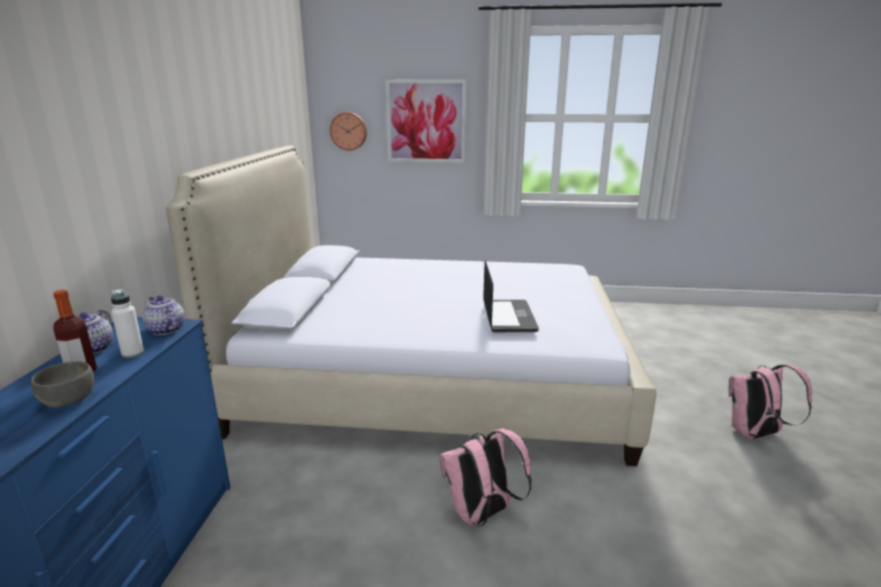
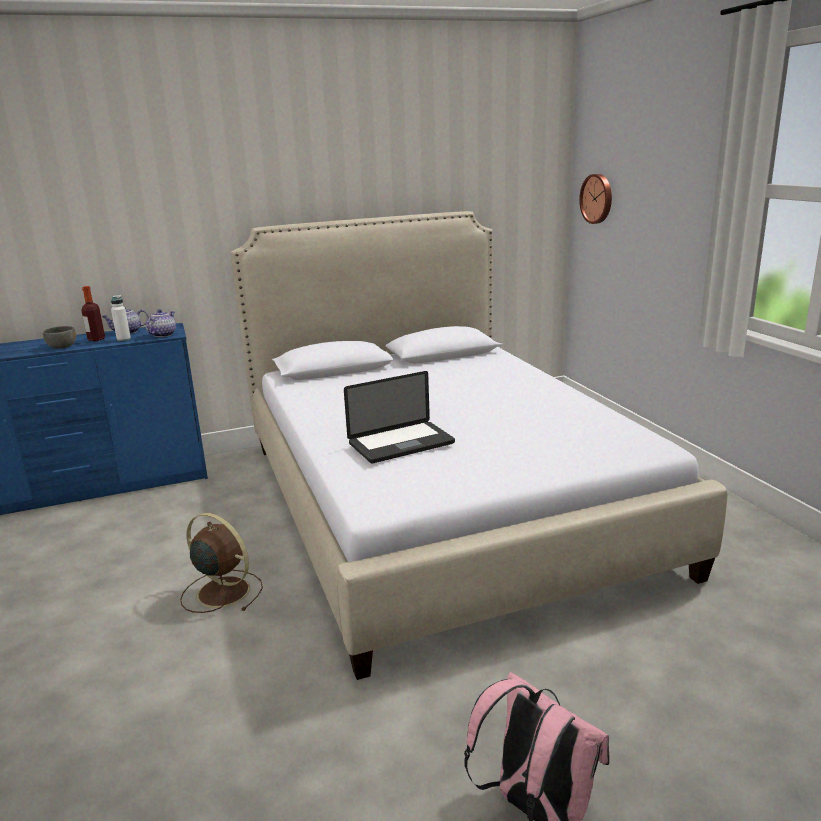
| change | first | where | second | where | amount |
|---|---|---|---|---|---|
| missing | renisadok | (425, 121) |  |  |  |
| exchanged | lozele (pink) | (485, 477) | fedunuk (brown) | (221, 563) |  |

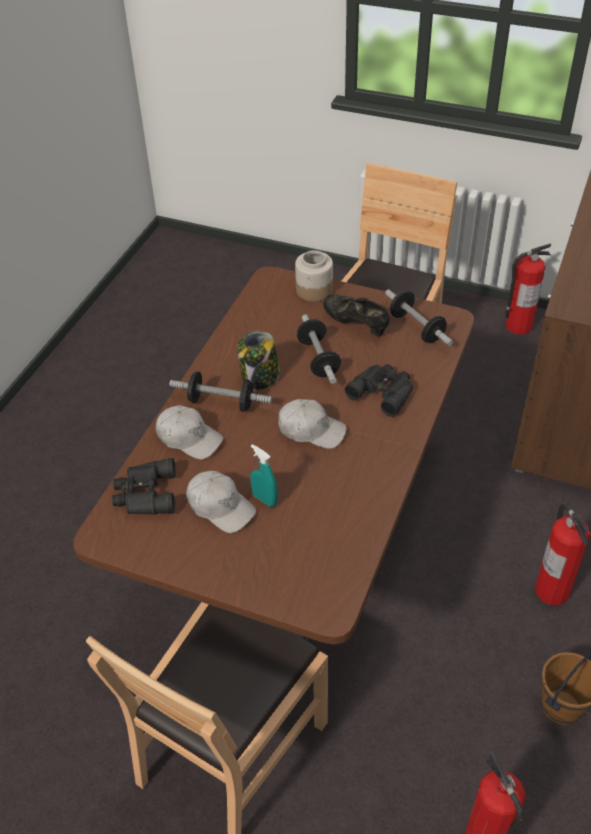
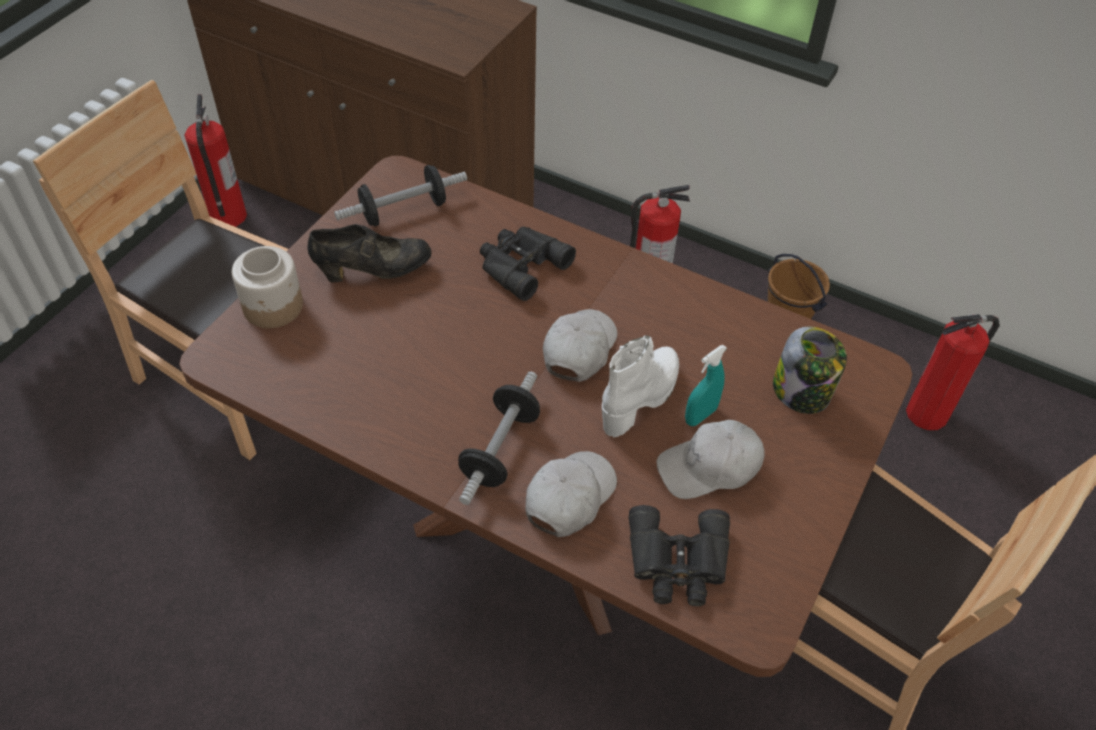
| change | first | where | second | where | amount |
|---|---|---|---|---|---|
| spun | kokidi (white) | (221, 502) |  | (711, 459) | 150 degrees counterclockwise |
| relocated | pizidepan | (258, 360) |  | (810, 370) |  |
| missing | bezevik | (319, 349) |  |  |  |
| spun | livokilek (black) | (356, 315) |  | (370, 253) | 150 degrees counterclockwise |
| appeared |  |  | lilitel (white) | (640, 386) |  |

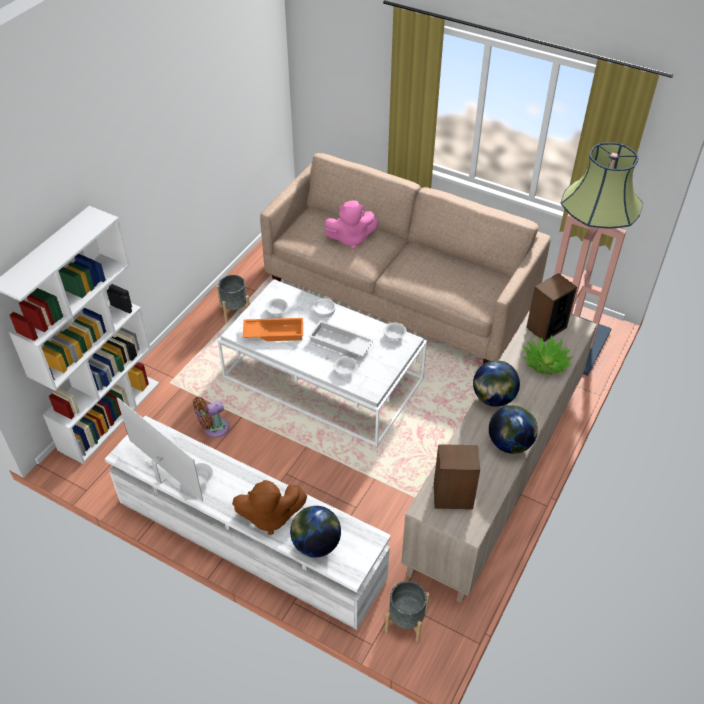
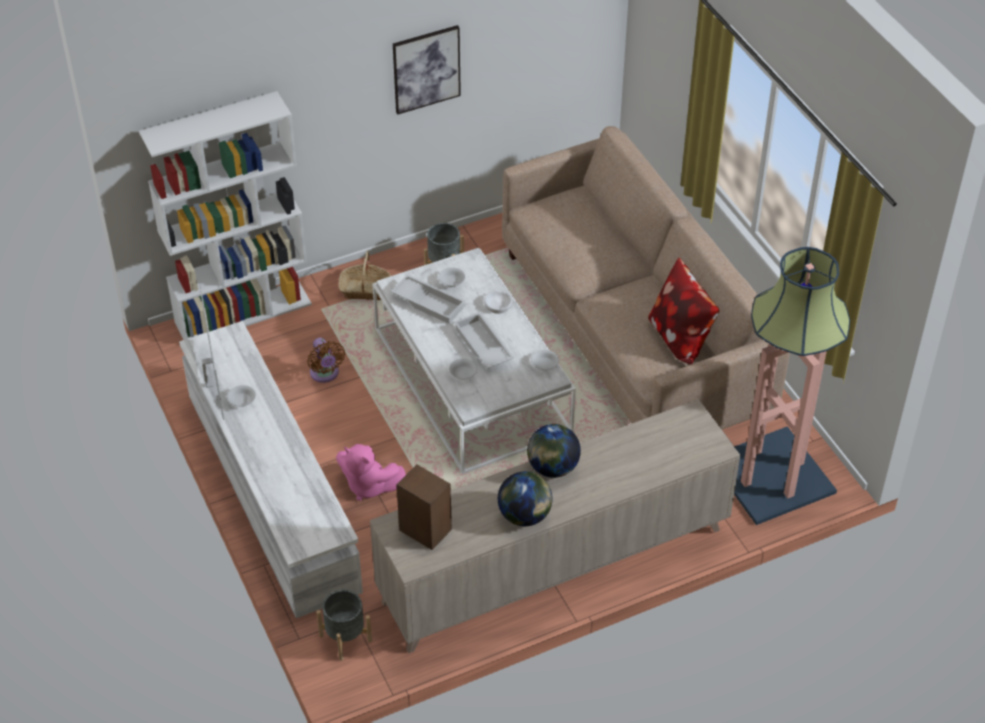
| change | first | where | second | where | amount |
|---|---|---|---|---|---|
| spun | fedunuk (brown) | (211, 417) |  | (326, 360) | 120 degrees counterclockwise |
| missing | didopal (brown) | (269, 507) |  |  |  |
| colour | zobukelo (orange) | (273, 329) | zobukelo (white) | (428, 299) |  |
| missing | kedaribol | (315, 531) |  |  |  |
| relocated | didopal (pink) | (351, 225) |  | (371, 472) |  |
| missing | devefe | (547, 355) |  |  |  |
| missing | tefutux | (551, 307) |  |  |  |
| appeared |  |  | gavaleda | (365, 275) |  |
| appeared |  |  | renisadok | (427, 70) |  |
| appeared |  |  | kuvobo | (684, 311) |  |

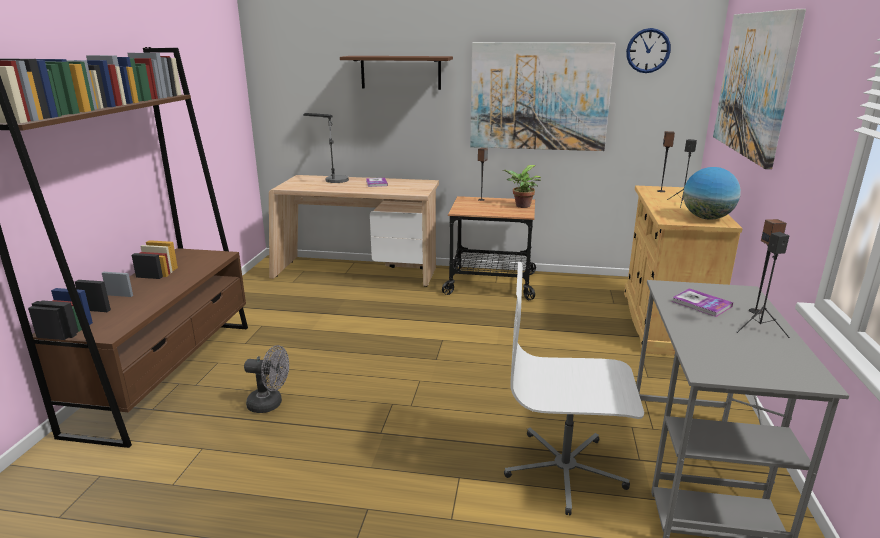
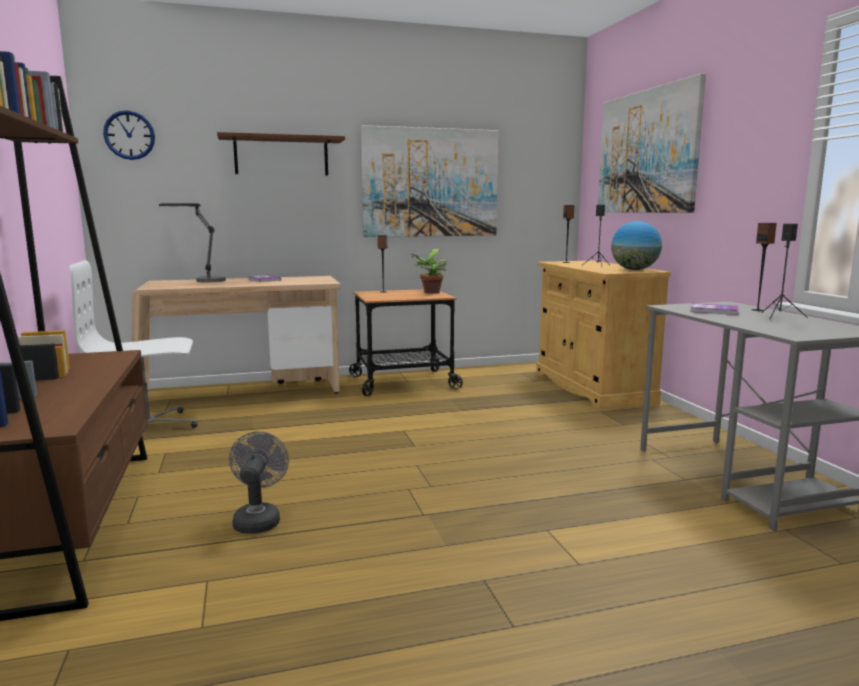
| change | first | where | second | where | amount |
|---|---|---|---|---|---|
| spun | fedunuk (grey) | (266, 379) |  | (259, 482) | 75 degrees counterclockwise |
| relocated | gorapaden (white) | (574, 388) |  | (133, 348) |  |
| relocated | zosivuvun | (648, 50) |  | (129, 135) |  |

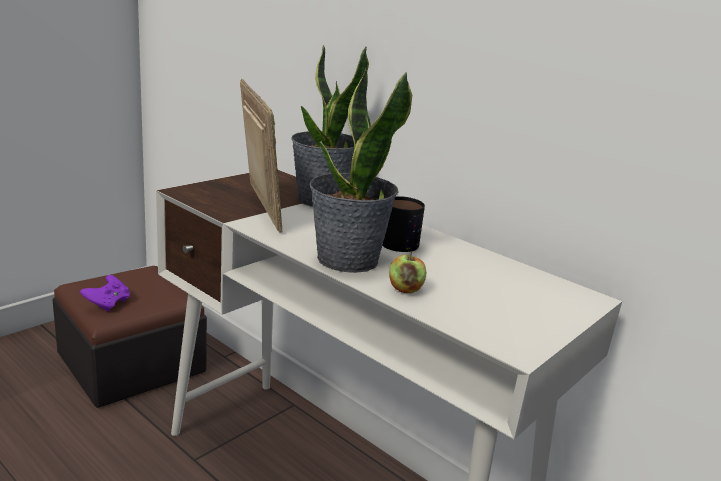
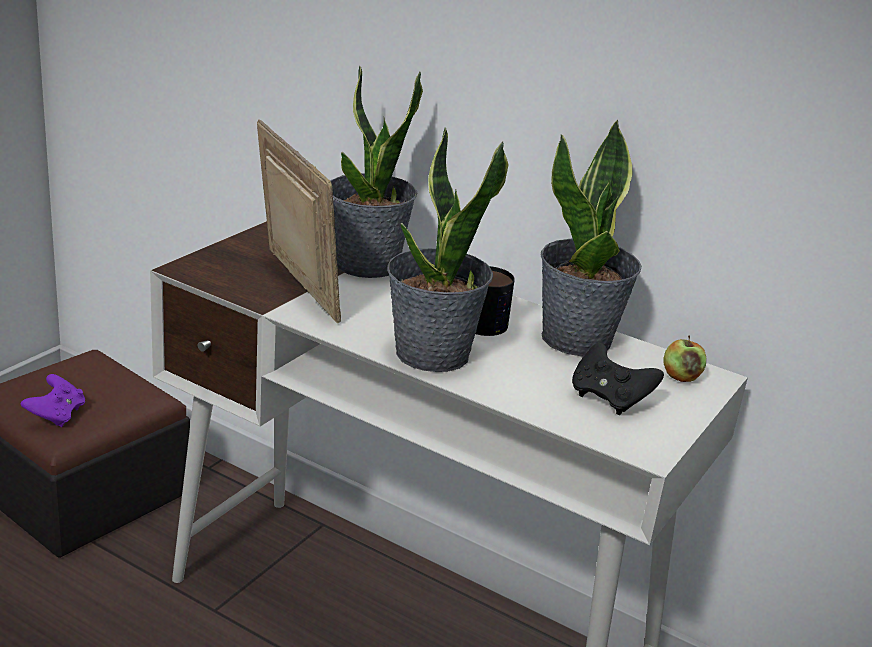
| change | first | where | second | where | amount |
|---|---|---|---|---|---|
| relocated | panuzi | (407, 272) |  | (685, 359) |  |
| appeared |  |  | devefe | (591, 237) |  |
| appeared |  |  | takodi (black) | (618, 379) |  |

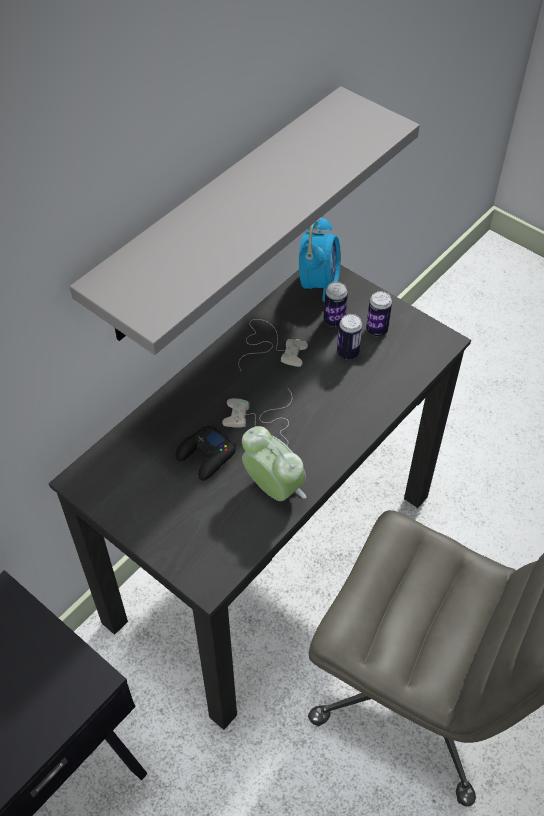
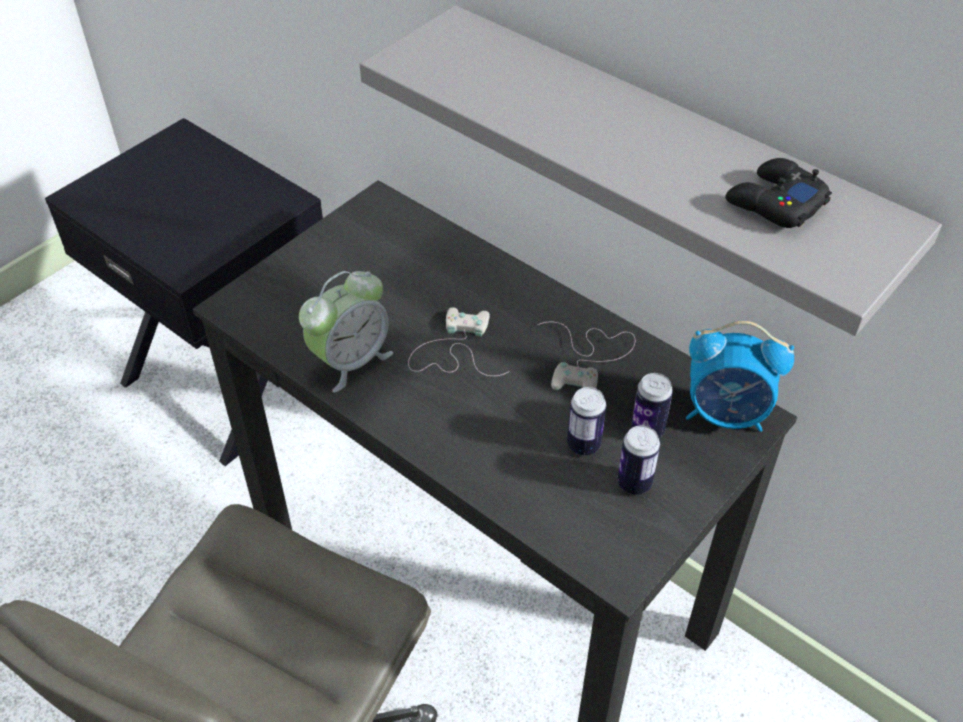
| change | first | where | second | where | amount |
|---|---|---|---|---|---|
| relocated | takodi (black) | (206, 453) |  | (778, 193) |  |

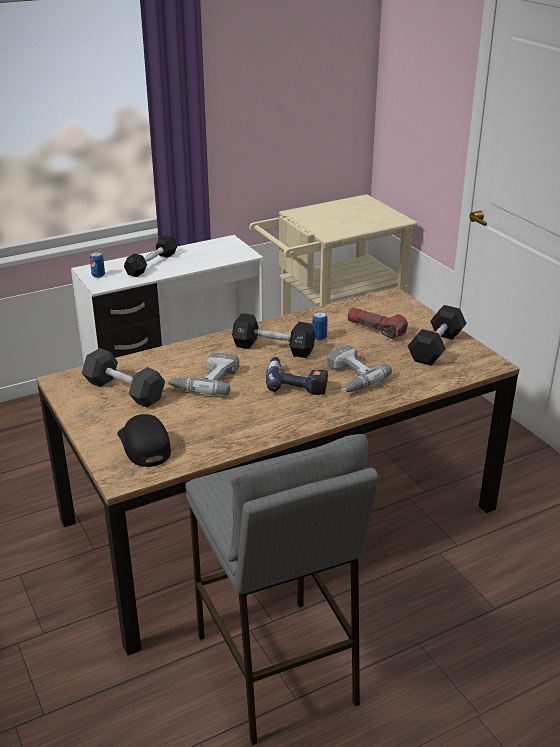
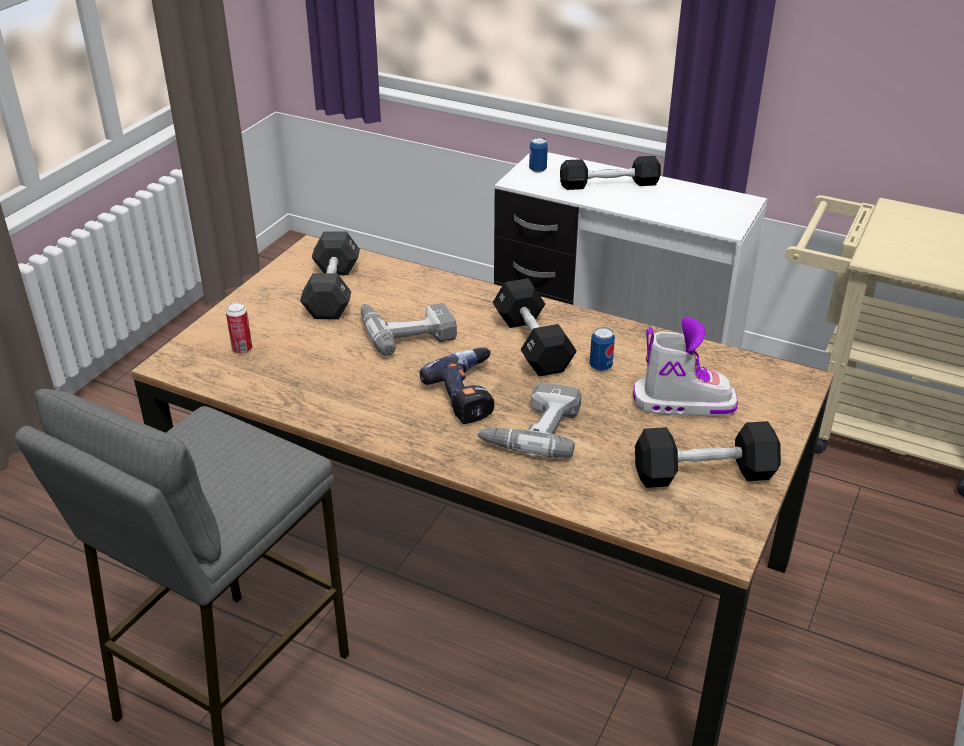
| change | first | where | second | where | amount |
|---|---|---|---|---|---|
| exchanged | kokidi (black) | (144, 440) | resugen | (239, 328) |  |
| exchanged | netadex | (377, 323) | lilitel | (685, 366) |  |

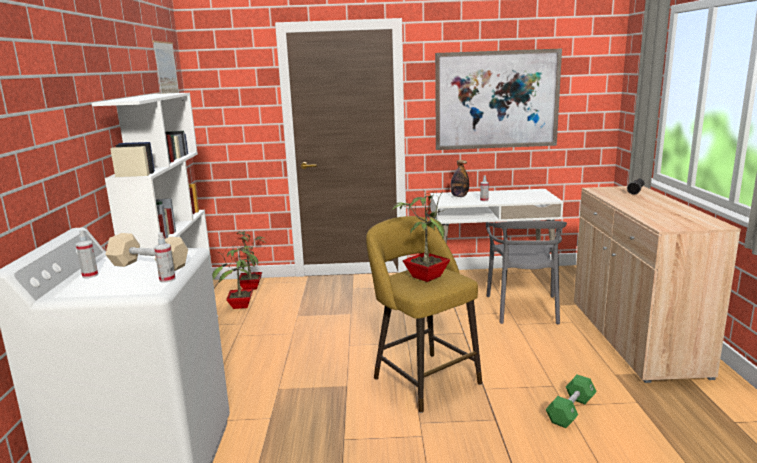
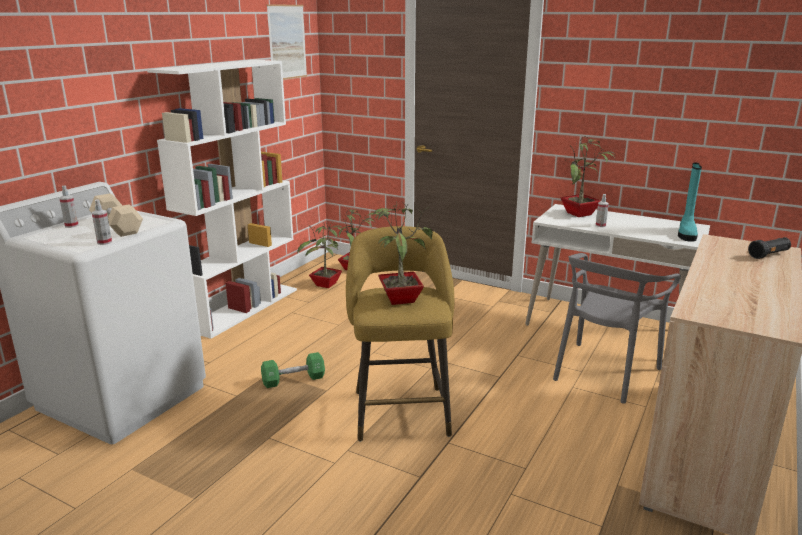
| change | first | where | second | where | amount |
|---|---|---|---|---|---|
| missing | renisadok | (498, 99) |  |  |  |
| exchanged | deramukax | (459, 178) | devefe | (588, 177) |  |
| relocated | bezevik (green) | (571, 401) |  | (293, 370) |  |
| appeared |  |  | lilitel (turquoise) | (690, 202) |  |

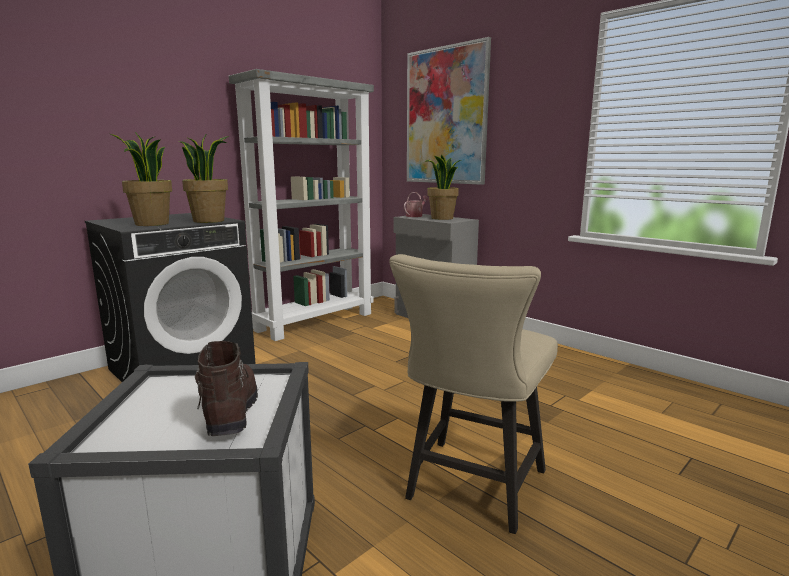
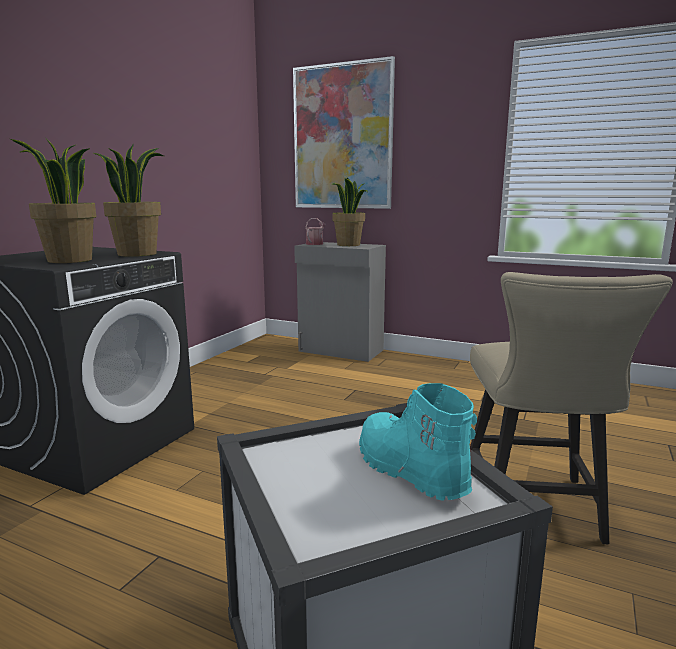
| change | first | where | second | where | amount |
|---|---|---|---|---|---|
| colour | lilitel (brown) | (226, 388) | lilitel (turquoise) | (418, 442) |  |
| missing | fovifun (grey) | (301, 205) |  |  |  |

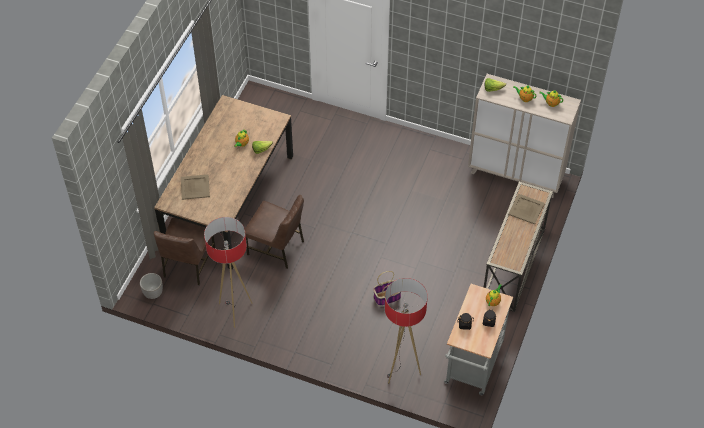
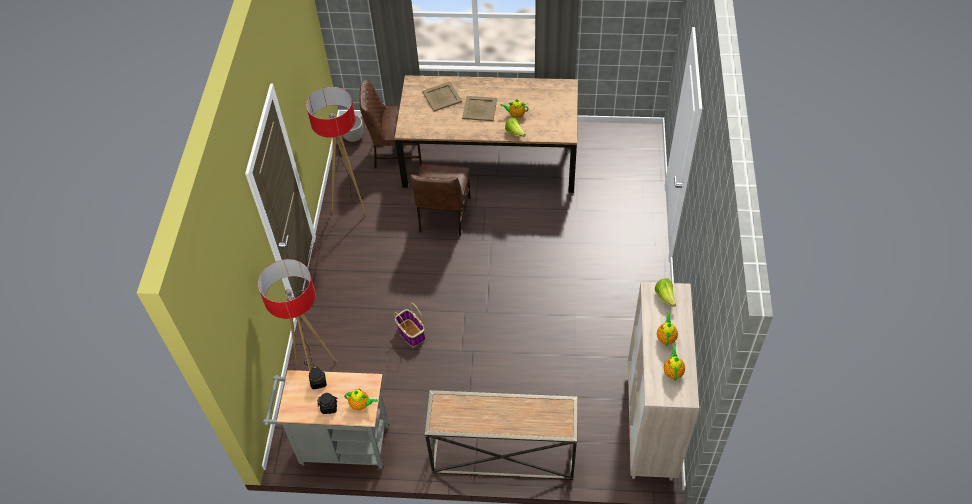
| change | first | where | second | where | amount |
|---|---|---|---|---|---|
| relocated | zobukelo (beige) | (526, 209) |  | (479, 108) |  |

